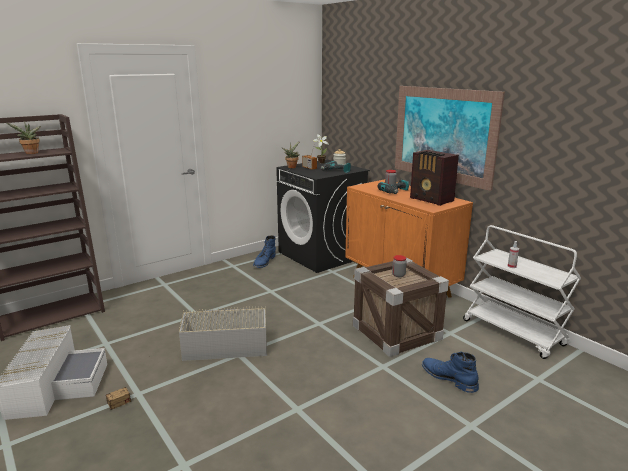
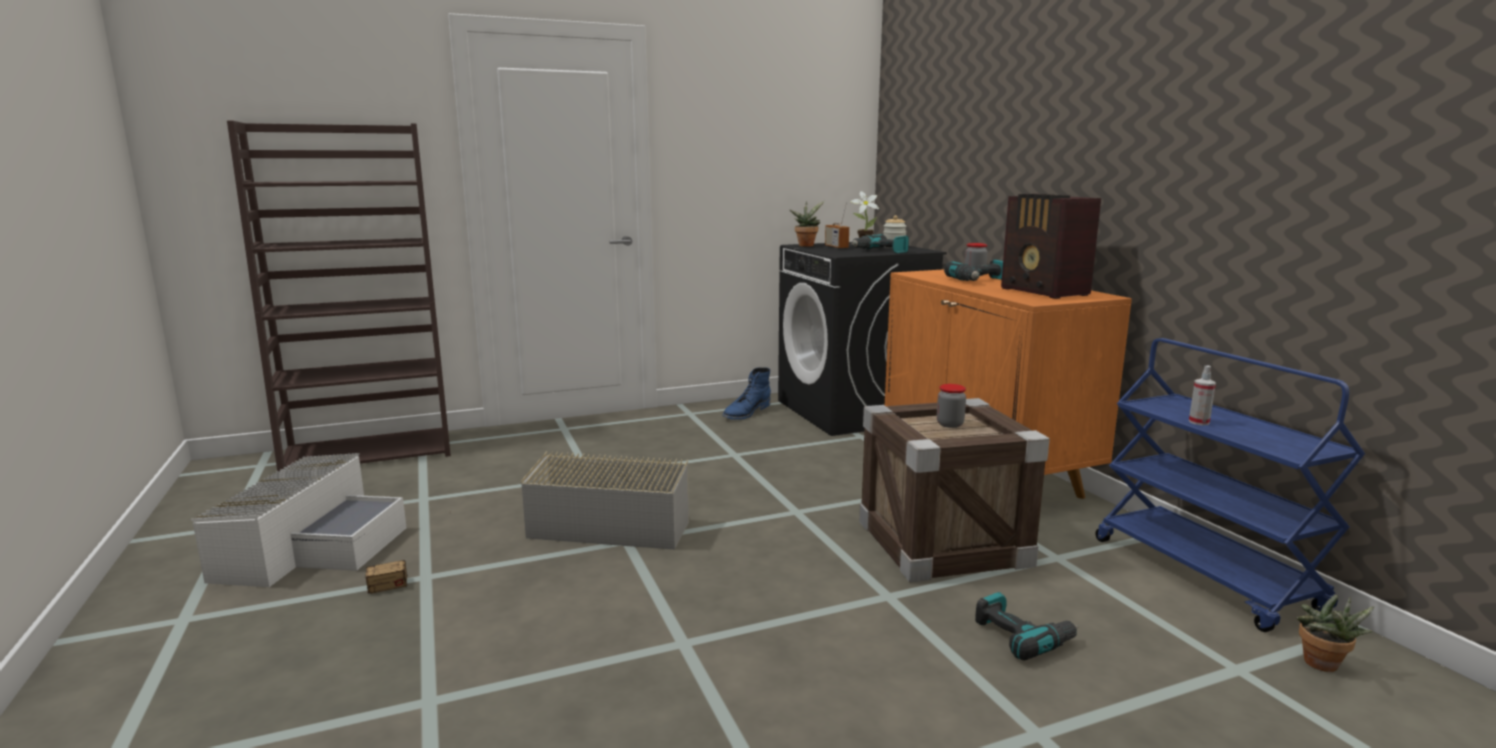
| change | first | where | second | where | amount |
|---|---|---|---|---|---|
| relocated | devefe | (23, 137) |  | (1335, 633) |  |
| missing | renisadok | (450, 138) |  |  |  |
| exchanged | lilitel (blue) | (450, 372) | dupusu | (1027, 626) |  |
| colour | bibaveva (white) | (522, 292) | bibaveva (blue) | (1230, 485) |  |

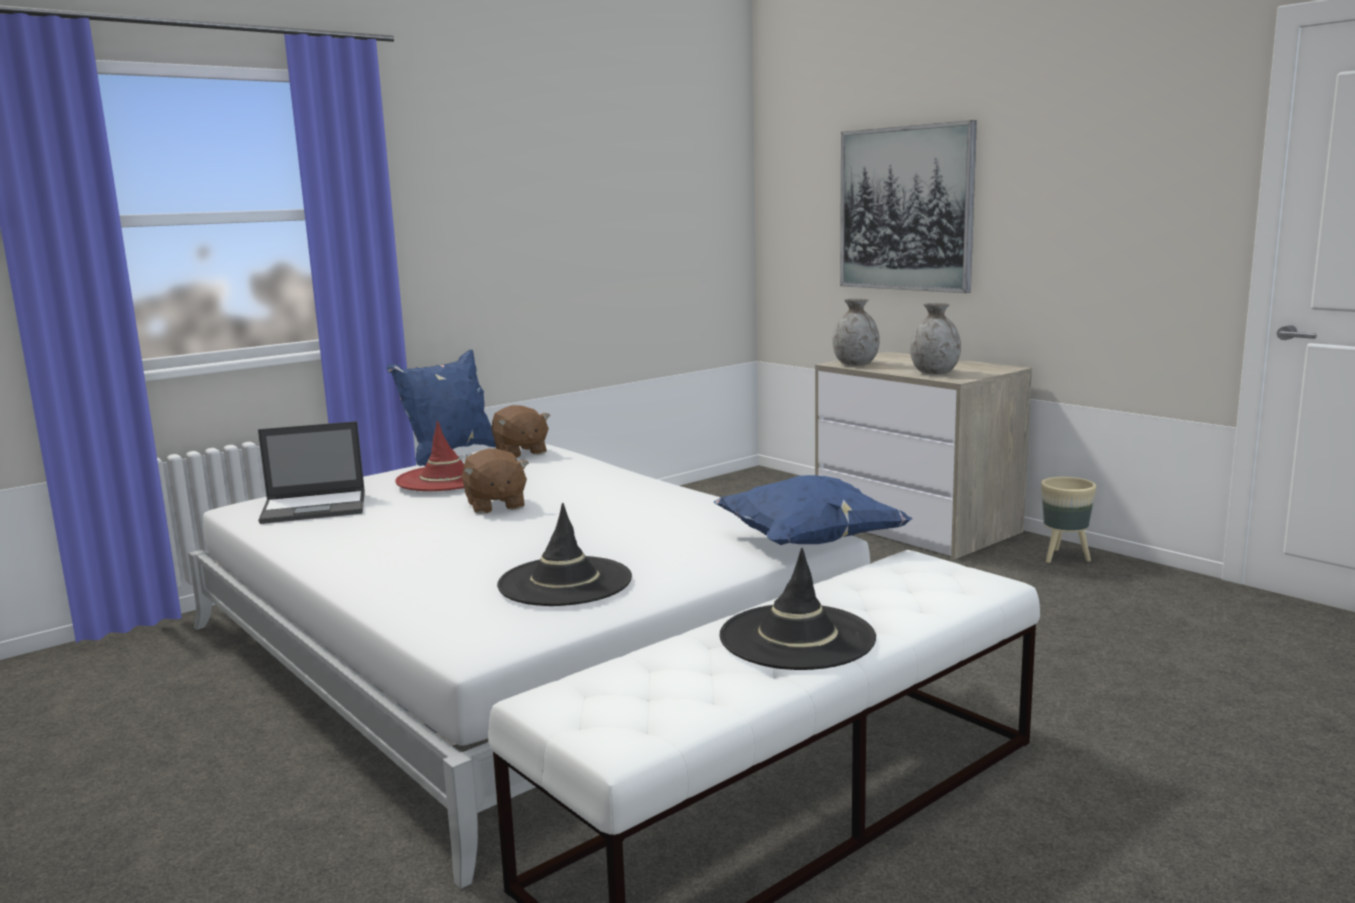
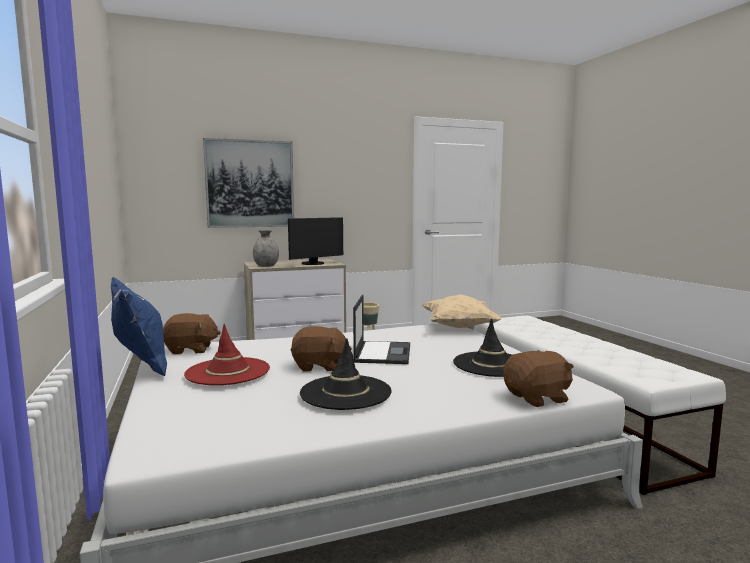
| change | first | where | second | where | amount |
|---|---|---|---|---|---|
| relocated | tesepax | (311, 472) |  | (381, 329) |  |
| colour | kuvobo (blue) | (813, 510) | kuvobo (beige) | (462, 311) |  |
| relocated | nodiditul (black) | (798, 609) |  | (345, 374) |  |
| exchanged | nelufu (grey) | (935, 338) | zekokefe | (315, 241) |  |
| appeared |  |  | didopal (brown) | (538, 378) |  |

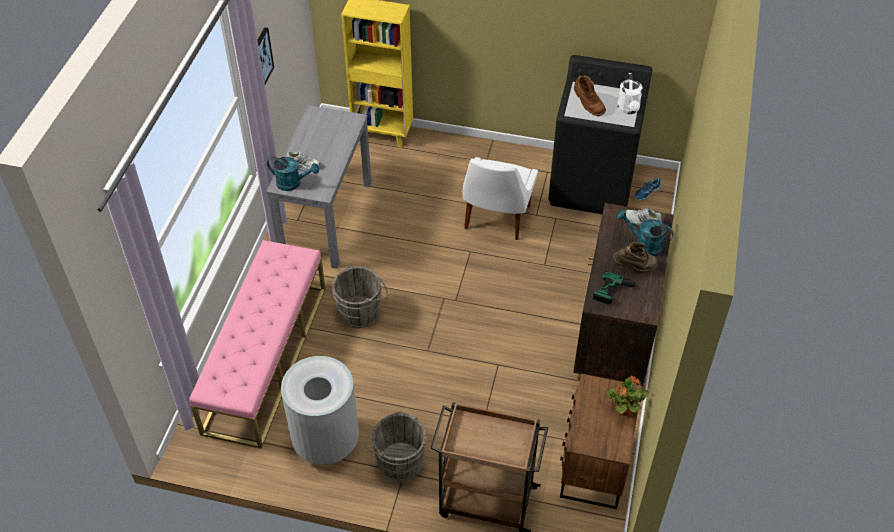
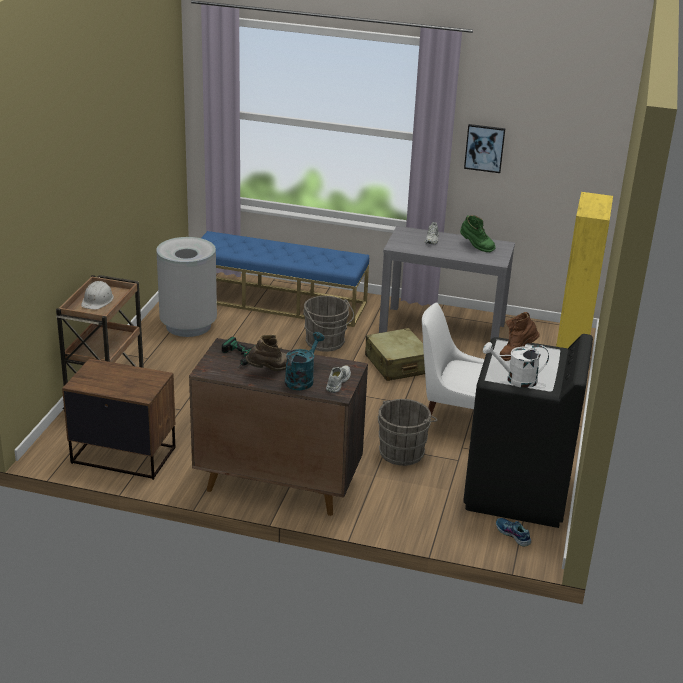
| change | first | where | second | where | amount |
|---|---|---|---|---|---|
| colour | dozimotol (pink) | (257, 344) | dozimotol (blue) | (285, 279) |  |
| missing | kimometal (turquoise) | (293, 173) |  |  |  |
| relocated | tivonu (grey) | (396, 447) |  | (407, 432) |  |
| missing | devefe | (627, 396) |  |  |  |
| spun | lilitel (brown) | (635, 257) |  | (266, 353) | 120 degrees counterclockwise |
| appeared |  |  | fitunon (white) | (97, 295) |  |
| appeared |  |  | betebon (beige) | (395, 354) |  |
| appeared |  |  | lilitel (green) | (478, 233) |  |

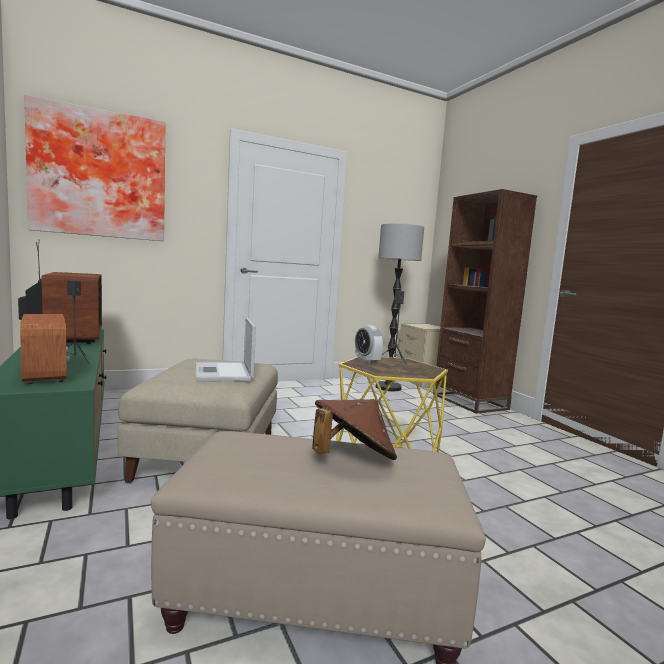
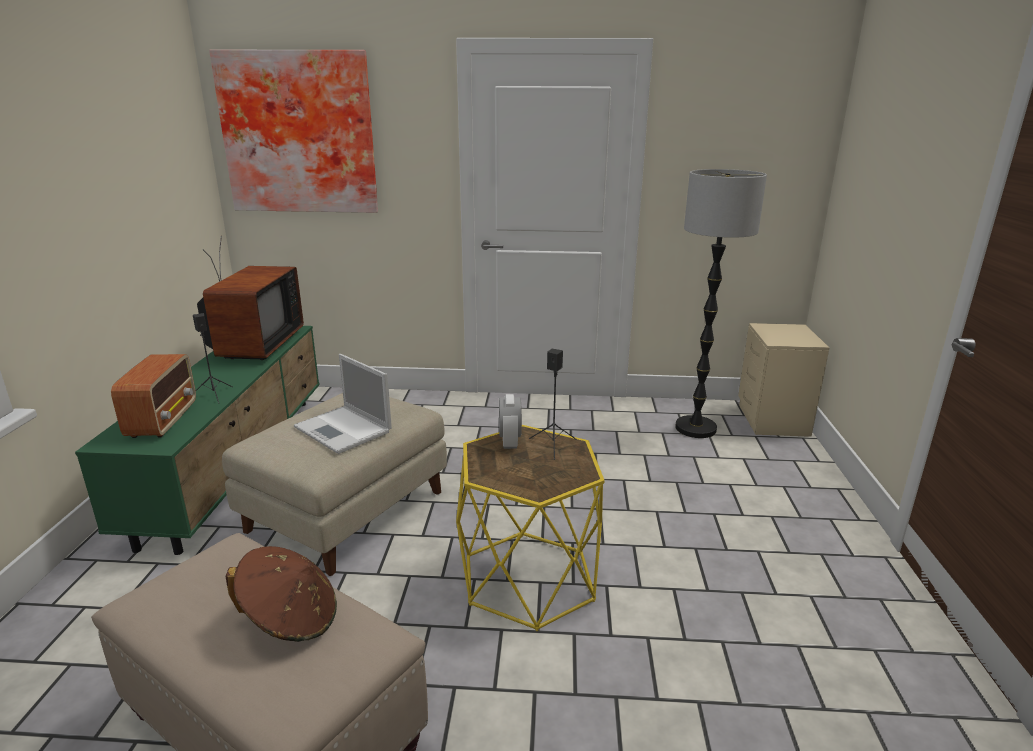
| change | first | where | second | where | amount |
|---|---|---|---|---|---|
| spun | tesepax | (226, 349) |  | (343, 404) | 60 degrees counterclockwise |
| missing | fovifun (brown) | (485, 301) |  |  |  |

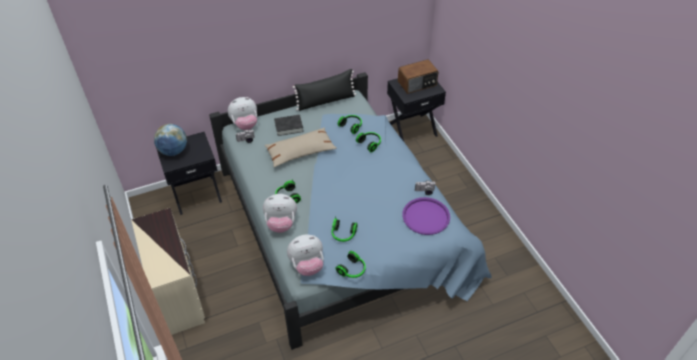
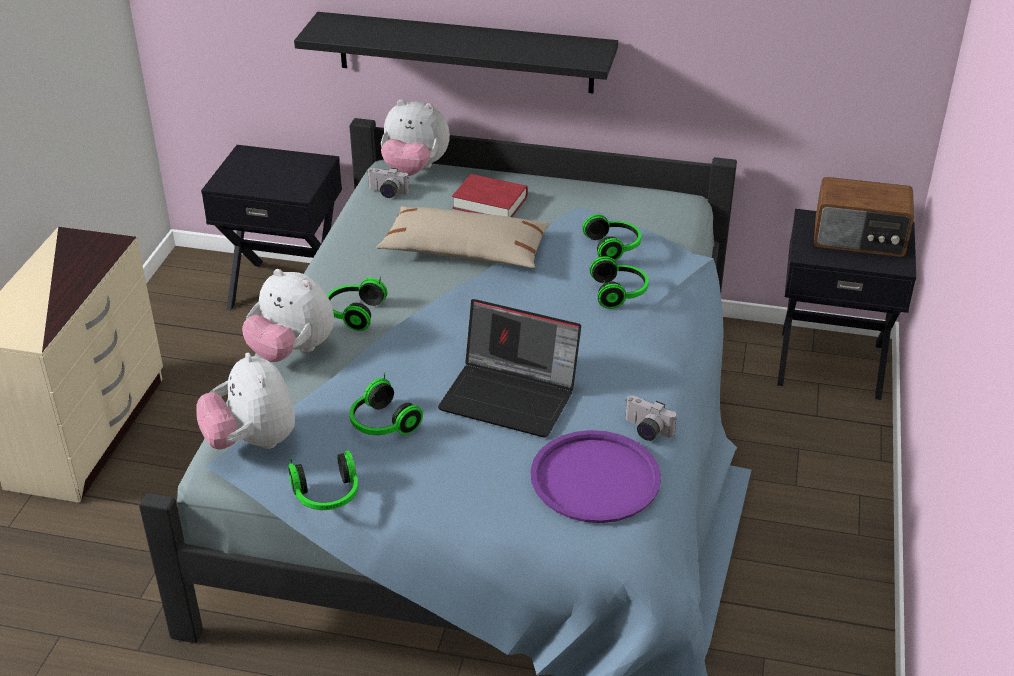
| change | first | where | second | where | amount |
|---|---|---|---|---|---|
| missing | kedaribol | (170, 140) |  |  |  |
| colour | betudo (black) | (289, 125) | betudo (red) | (490, 195) |  |
| spun | didopal | (305, 255) |  | (245, 401) | 45 degrees clockwise |
| missing | kuvobo (black) | (324, 90) |  |  |  |
| appeared |  |  | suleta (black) | (456, 52) |  |
| appeared |  |  | tesepax | (509, 368) |  |

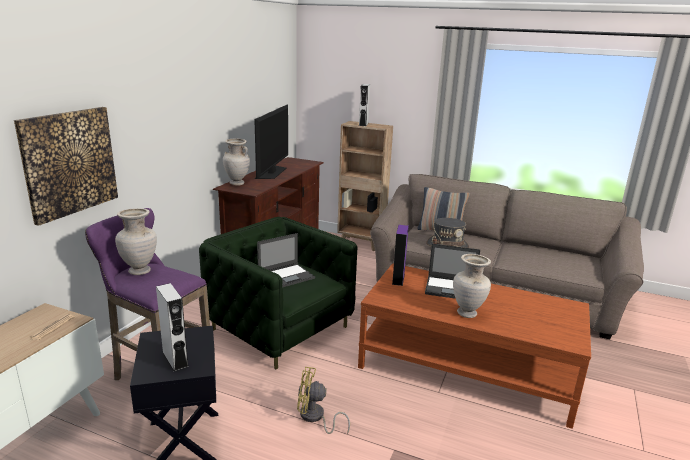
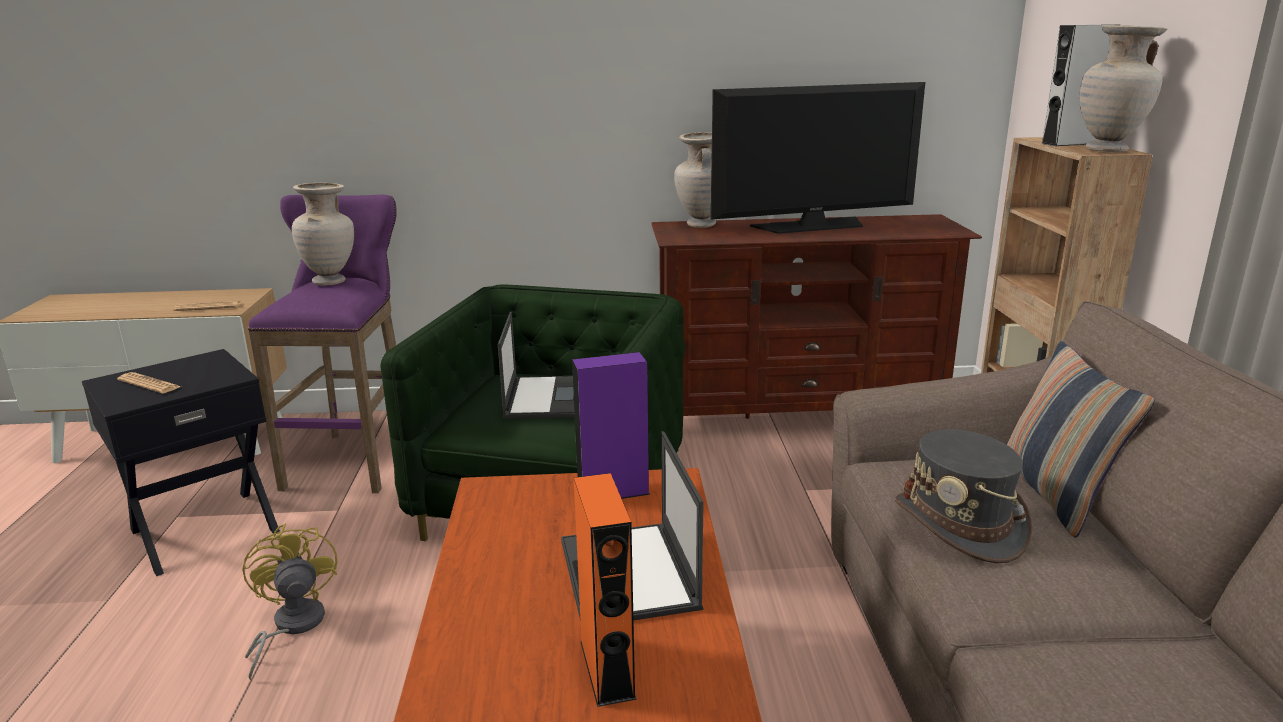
| change | first | where | second | where | amount |
|---|---|---|---|---|---|
| missing | renisadok | (66, 166) |  |  |  |
| exchanged | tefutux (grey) | (172, 327) | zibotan | (149, 383) |  |
| spun | tesepax | (286, 260) |  | (536, 365) | 120 degrees counterclockwise |
| relocated | nelufu (beige) | (472, 286) |  | (1123, 88) |  |
| appeared |  |  | tefutux (orange) | (605, 590) |  |

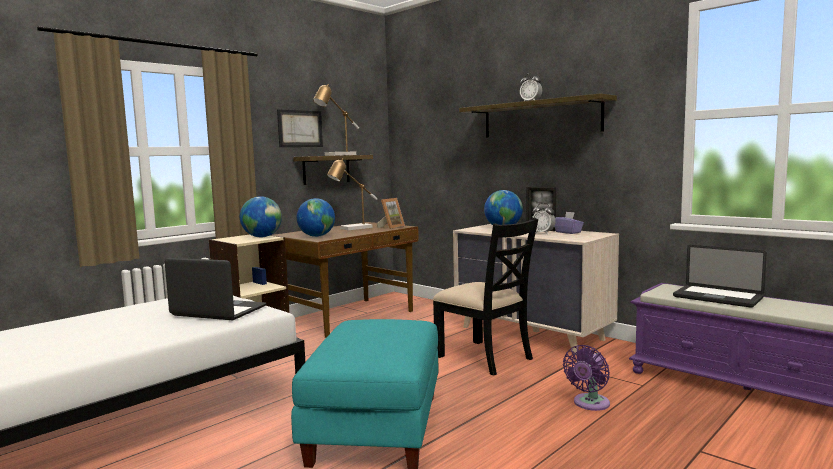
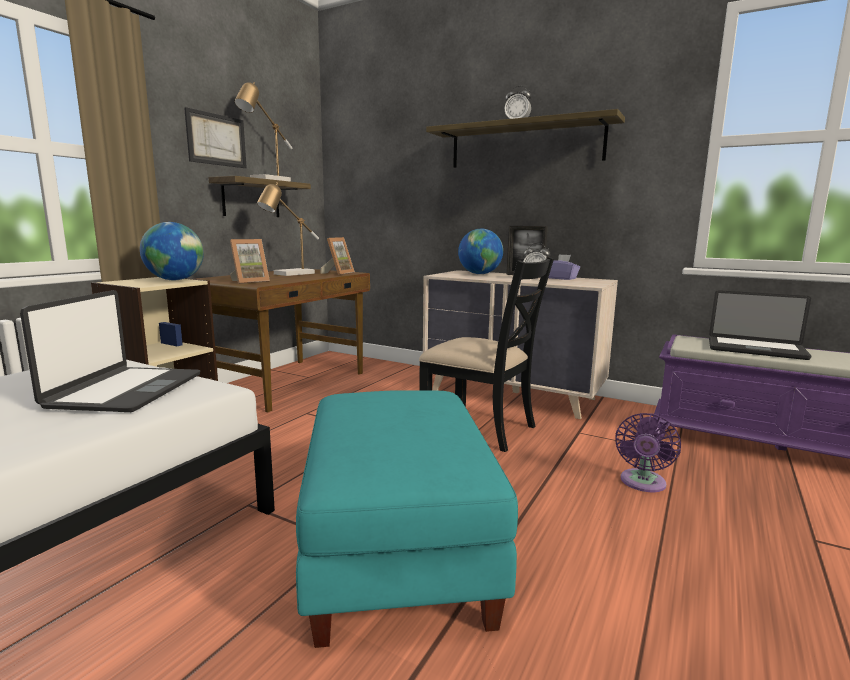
| change | first | where | second | where | amount |
|---|---|---|---|---|---|
| spun | tesepax | (216, 289) |  | (110, 351) | 90 degrees clockwise |
| exchanged | kedaribol | (316, 217) | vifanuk | (250, 261) |  |

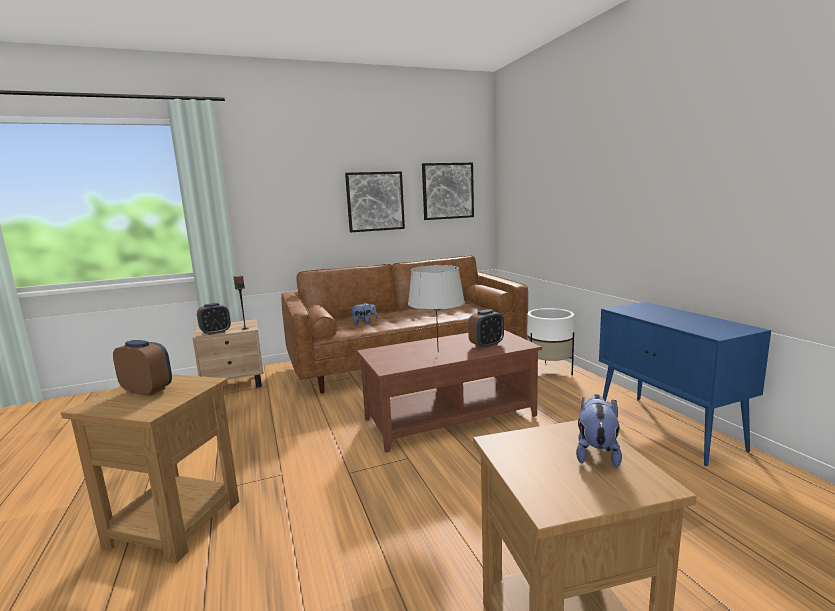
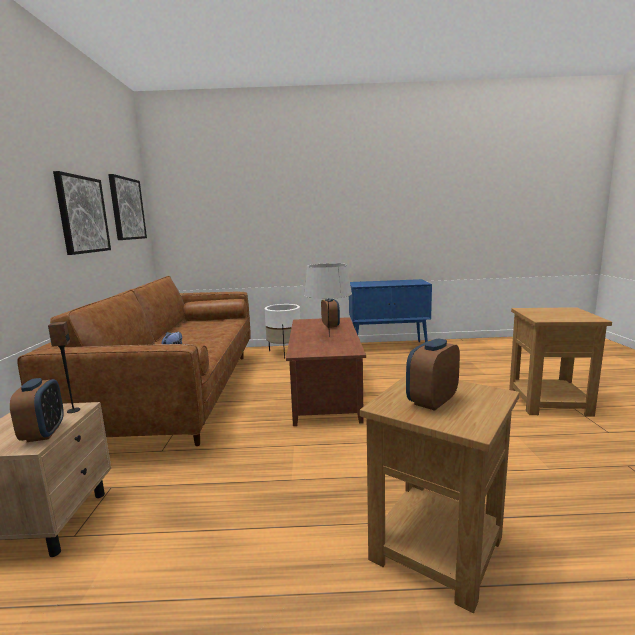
| change | first | where | second | where | amount |
|---|---|---|---|---|---|
| missing | didopal | (599, 431) |  |  |  |

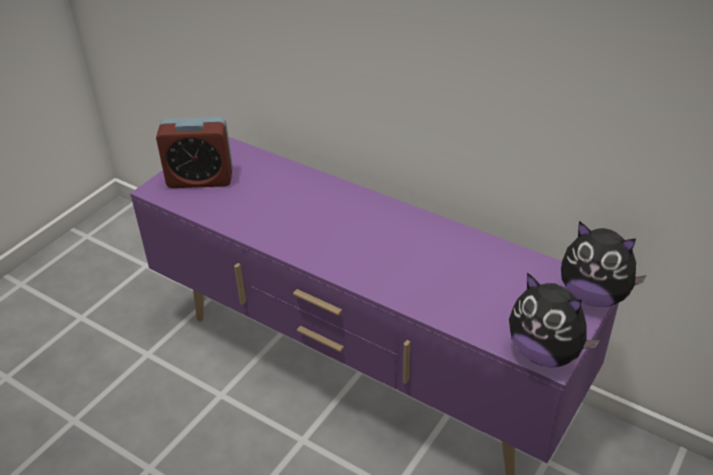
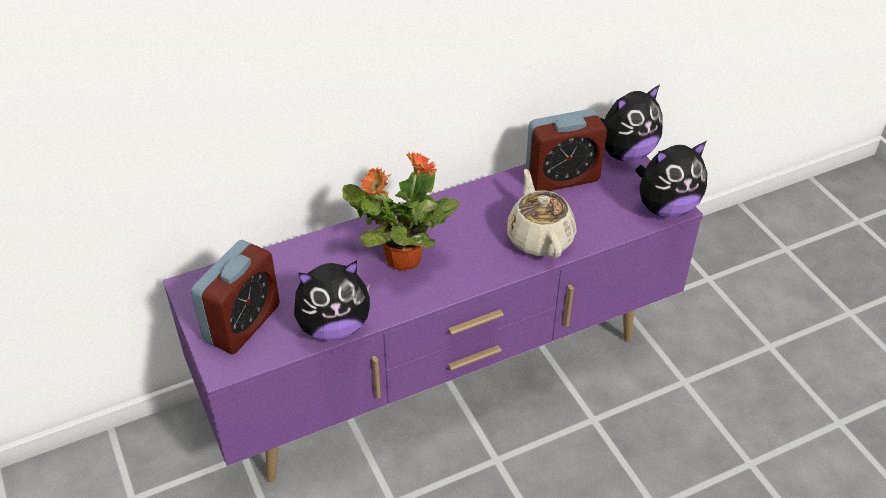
| change | first | where | second | where | amount |
|---|---|---|---|---|---|
| appeared |  |  | didopal | (332, 301) |  |
| appeared |  |  | devefe | (401, 211) |  |
| appeared |  |  | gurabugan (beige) | (541, 213) |  |
| appeared |  |  | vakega | (566, 150) |  |

